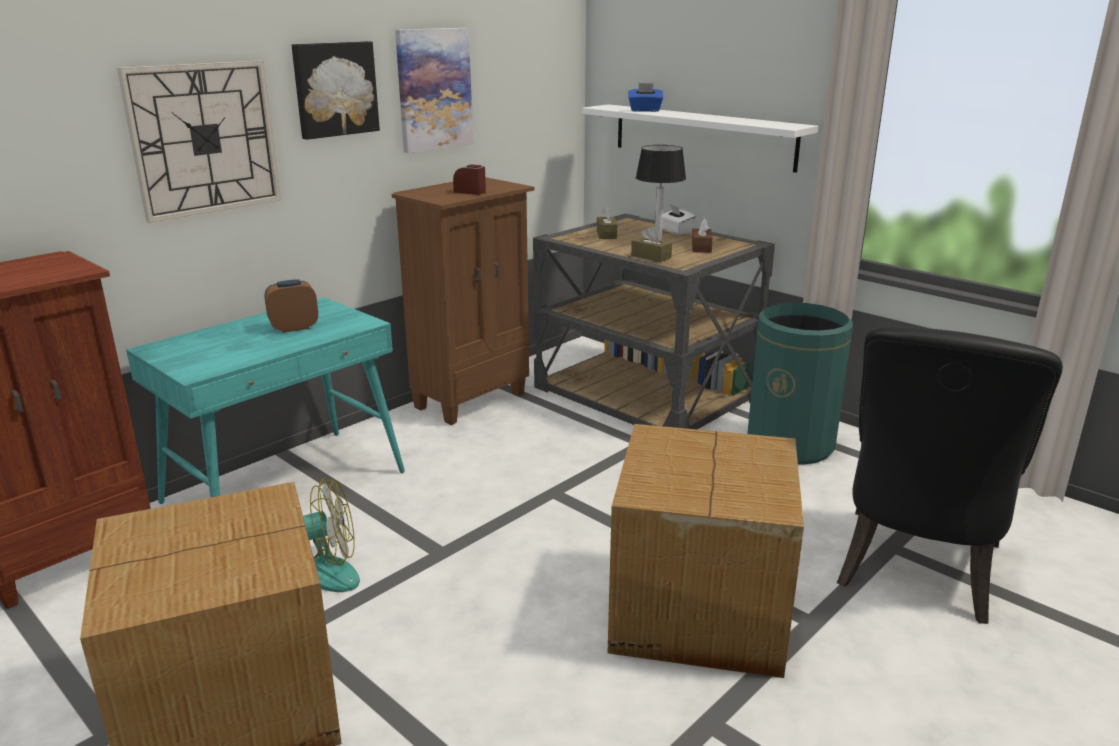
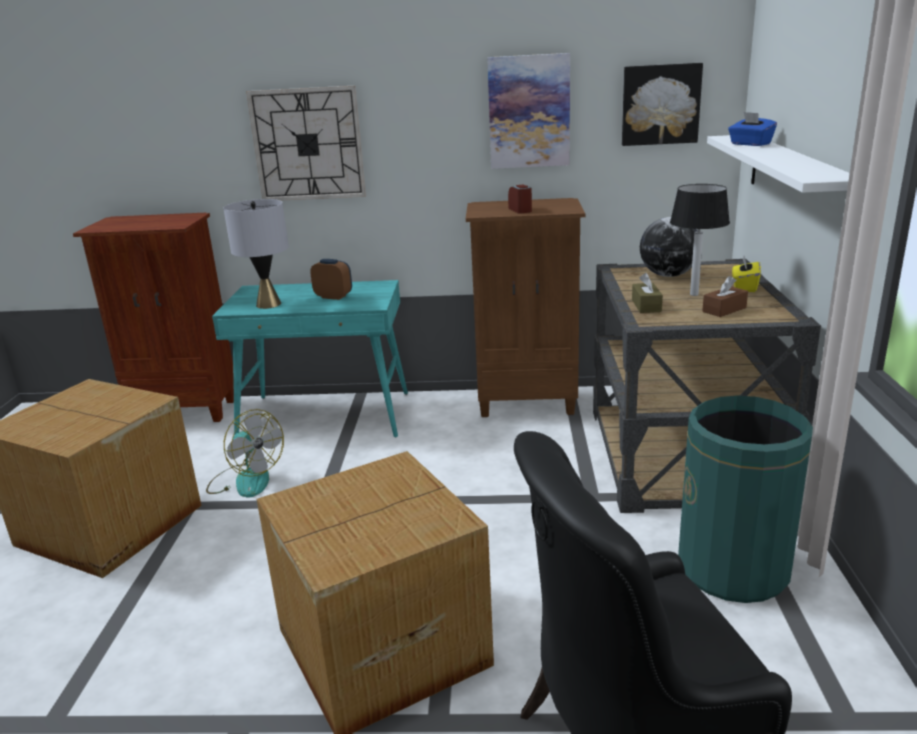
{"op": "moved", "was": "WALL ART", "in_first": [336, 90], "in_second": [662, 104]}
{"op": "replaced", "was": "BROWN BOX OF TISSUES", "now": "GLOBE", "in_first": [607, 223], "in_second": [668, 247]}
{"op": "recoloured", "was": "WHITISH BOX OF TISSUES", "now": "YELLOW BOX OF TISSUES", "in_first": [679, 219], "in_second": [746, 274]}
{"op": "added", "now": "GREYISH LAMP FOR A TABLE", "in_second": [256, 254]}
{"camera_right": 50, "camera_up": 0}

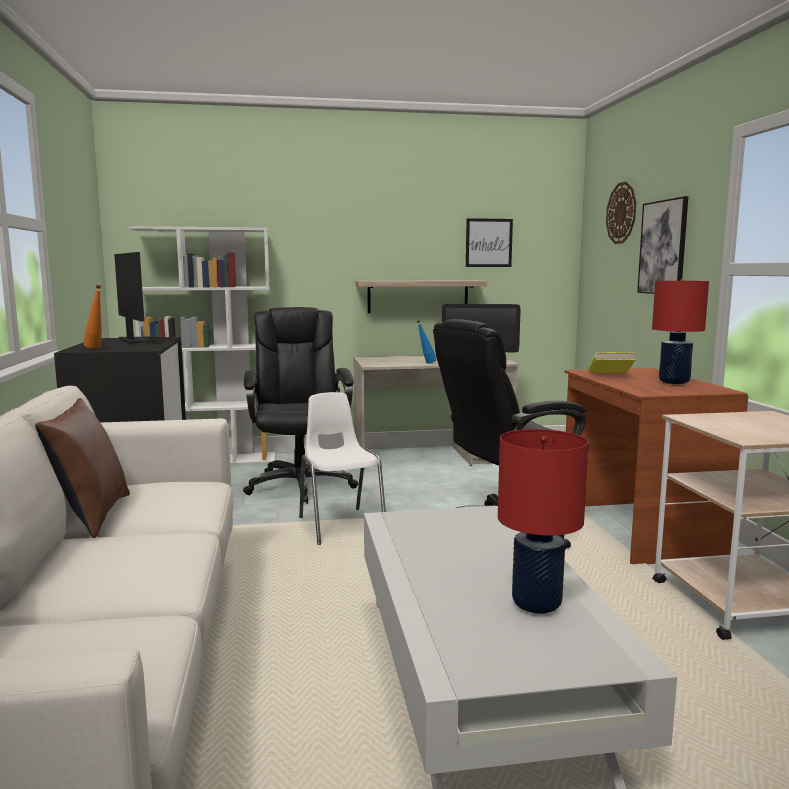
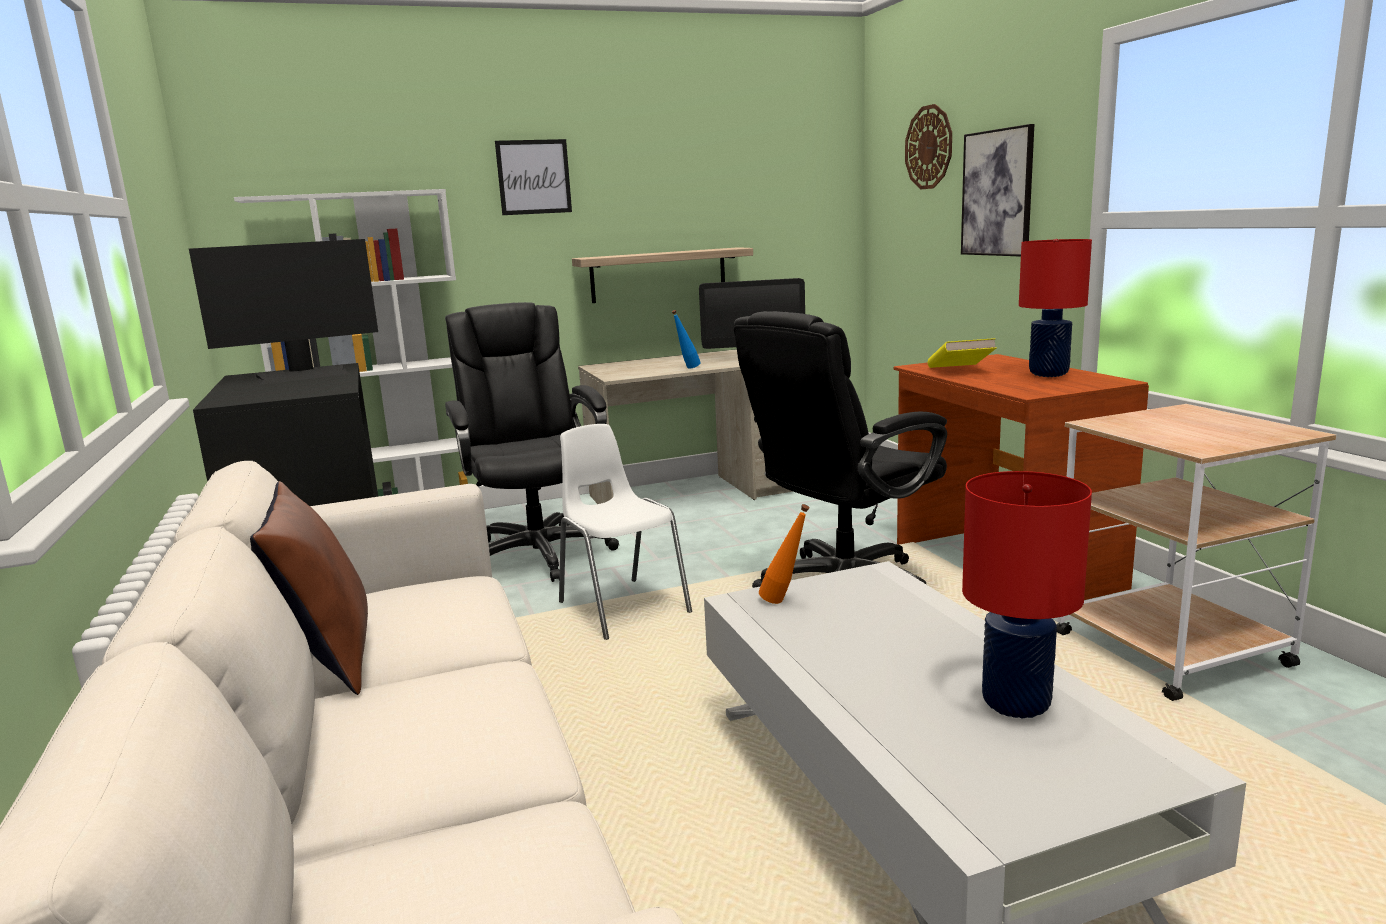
{"op": "moved", "was": "ORANGE-COLOURED BOTTLE", "in_first": [93, 316], "in_second": [784, 554]}
{"op": "turned", "was": "COMPUTER DISPLAY", "in_first": [139, 298], "in_second": [283, 312], "clockwise": 105}
{"op": "moved", "was": "WALL ART", "in_first": [489, 242], "in_second": [533, 177]}
{"camera_right": -10, "camera_up": 5}

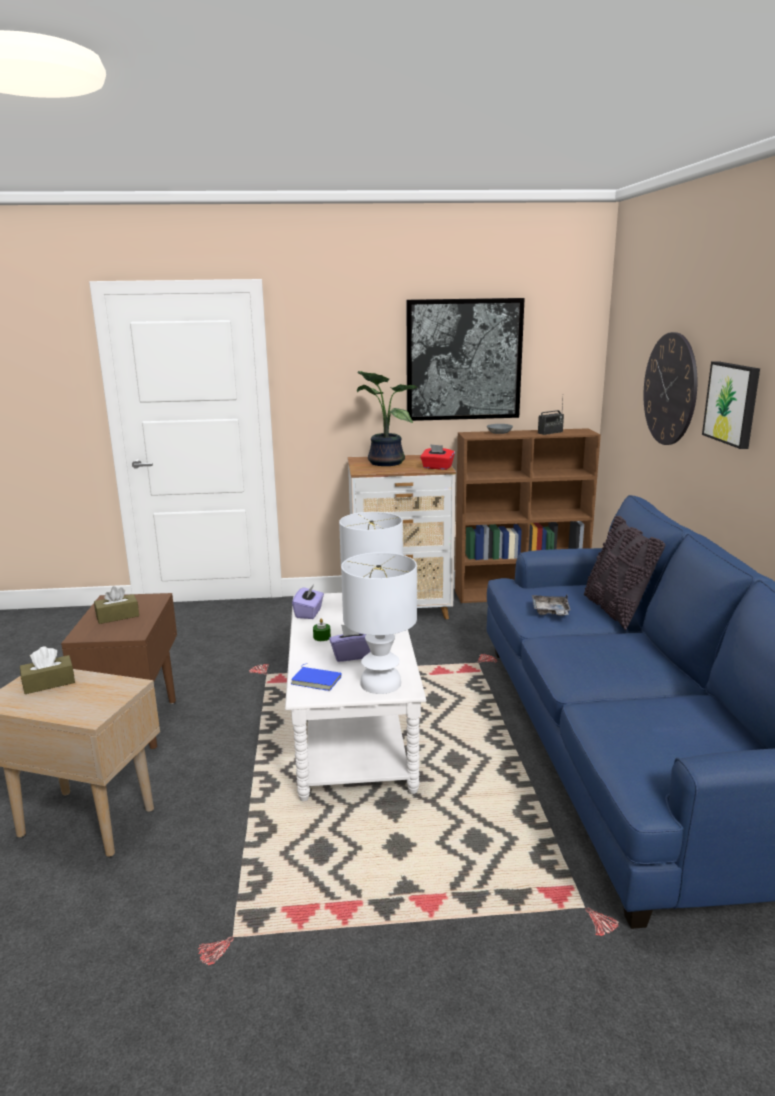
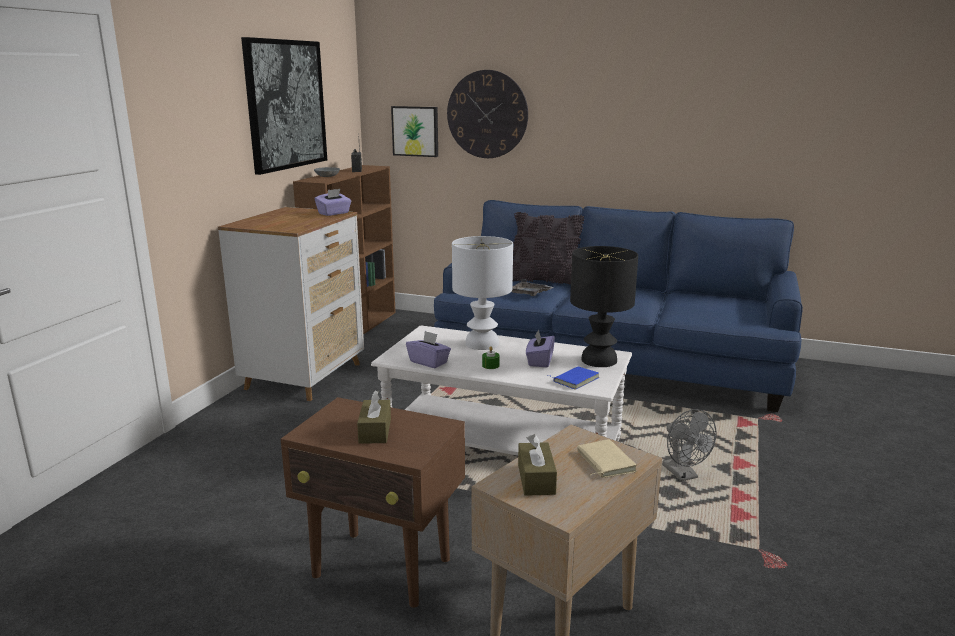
{"op": "recoloured", "was": "WHITISH LAMP FOR A TABLE", "now": "BLACK-COLOURED LAMP FOR A TABLE", "in_first": [379, 623], "in_second": [604, 306]}
{"op": "removed", "was": "PLANT IN A POT", "in_first": [387, 418]}
{"op": "recoloured", "was": "RED-COLOURED BOX OF TISSUES", "now": "PURPLE BOX OF TISSUES", "in_first": [437, 457], "in_second": [332, 202]}
{"op": "moved", "was": "WALL ART", "in_first": [731, 405], "in_second": [414, 131]}
{"op": "added", "now": "SAND-COLOURED BOOK", "in_second": [606, 458]}
{"op": "added", "now": "GREYISH ELECTRIC FAN", "in_second": [689, 445]}
{"camera_right": -65, "camera_up": 0}

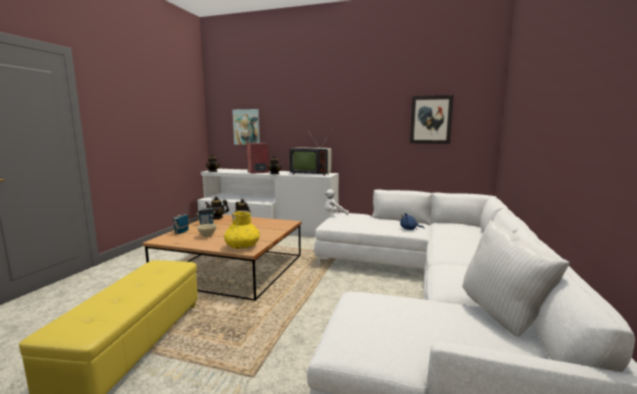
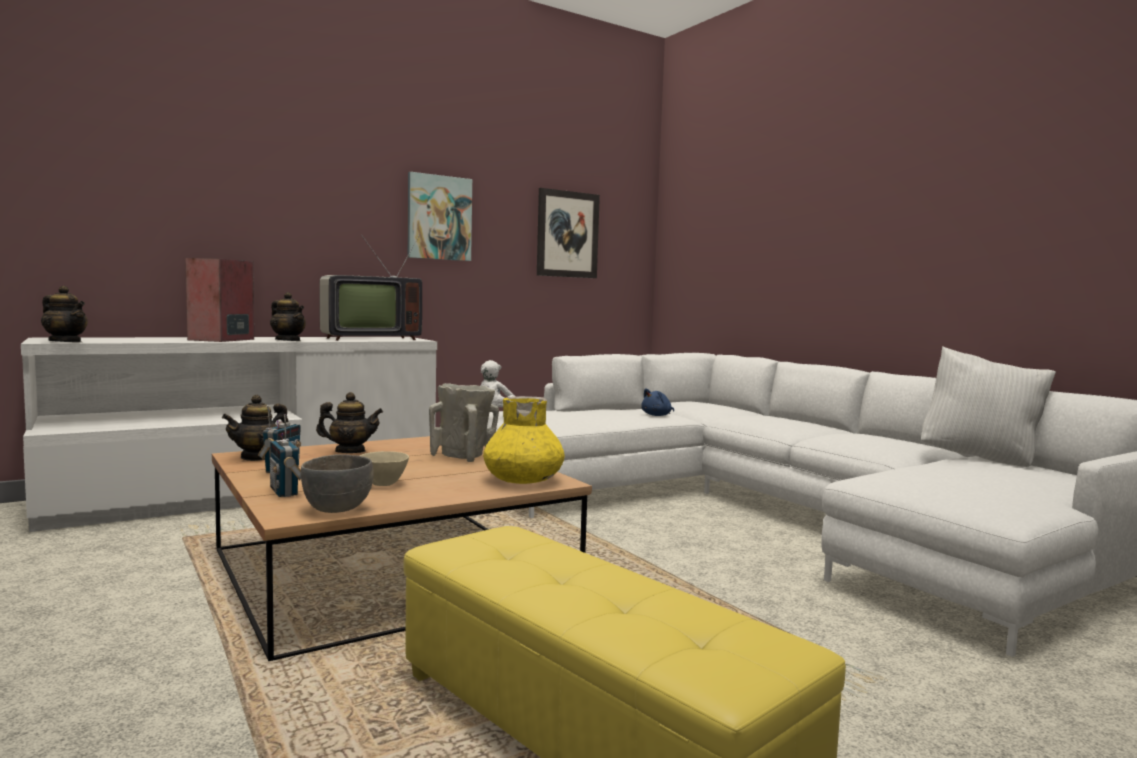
{"op": "moved", "was": "WALL ART", "in_first": [246, 127], "in_second": [440, 216]}
{"op": "added", "now": "GREYISH SERVING BOWL", "in_second": [337, 483]}
{"op": "added", "now": "SAND-COLOURED DECORATIVE VASE", "in_second": [464, 422]}
{"camera_right": -50, "camera_up": -5}

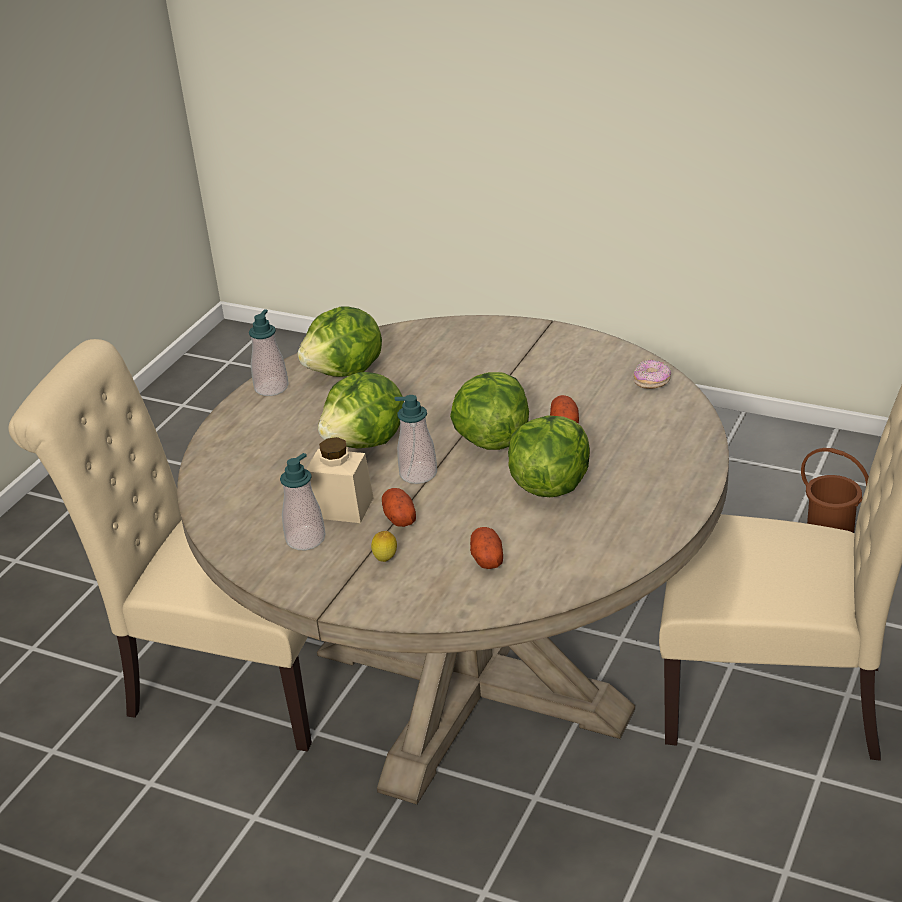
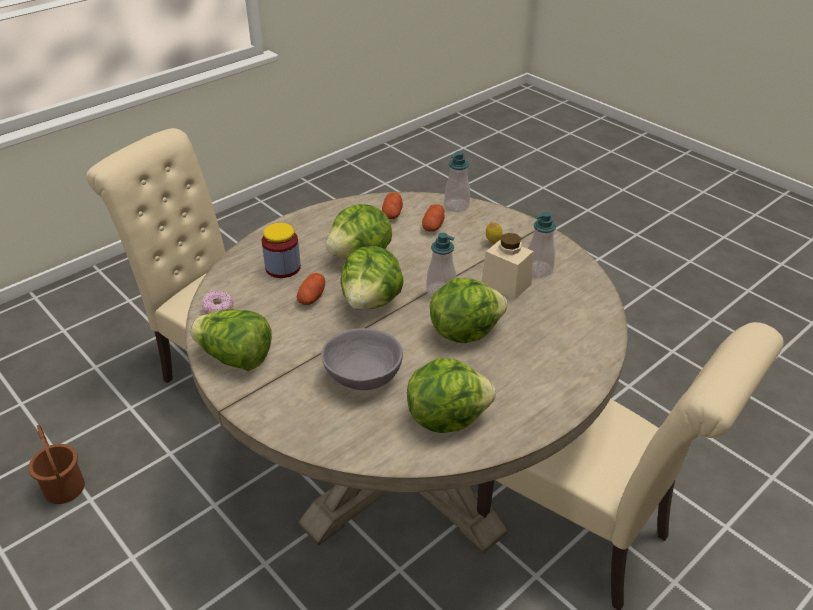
{"op": "moved", "was": "SOAP BOTTLE", "in_first": [269, 353], "in_second": [457, 181]}
{"op": "moved", "was": "WHOLE POTATO", "in_first": [399, 507], "in_second": [392, 205]}
{"op": "added", "now": "LETTUCE HEAD", "in_second": [231, 340]}
{"op": "added", "now": "JAR", "in_second": [281, 250]}
{"op": "added", "now": "GREYISH SERVING BOWL", "in_second": [362, 359]}
{"camera_right": -160, "camera_up": 5}

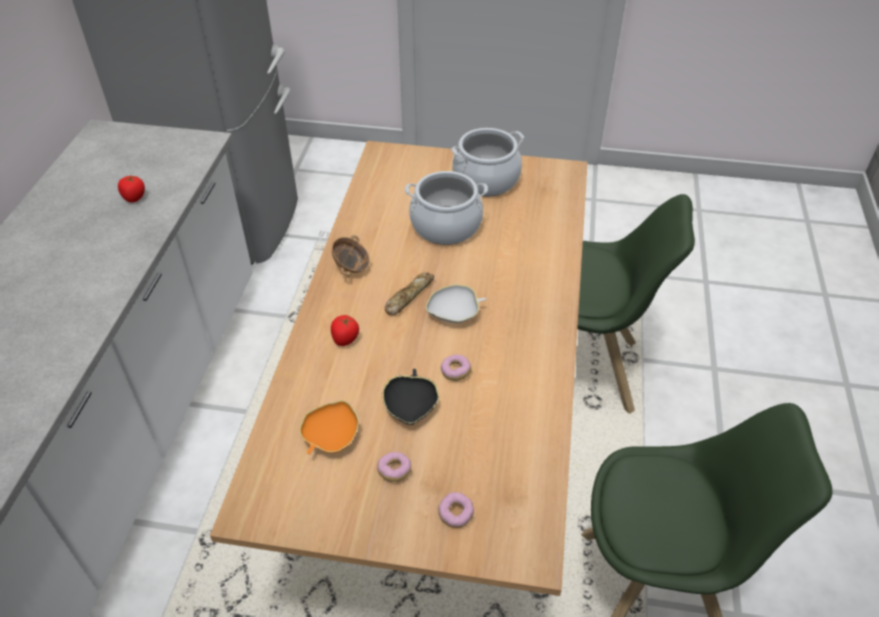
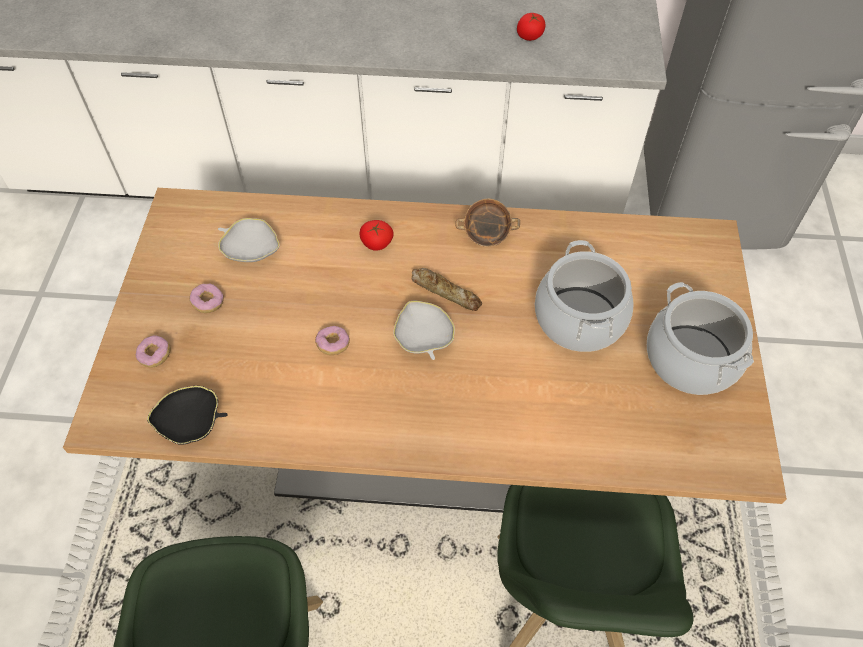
{"op": "recoloured", "was": "ORANGE-COLOURED SERVING BOWL", "now": "WHITISH SERVING BOWL", "in_first": [329, 427], "in_second": [249, 240]}
{"op": "moved", "was": "BLACK-COLOURED SERVING BOWL", "in_first": [411, 397], "in_second": [187, 415]}
{"camera_right": 85, "camera_up": 10}

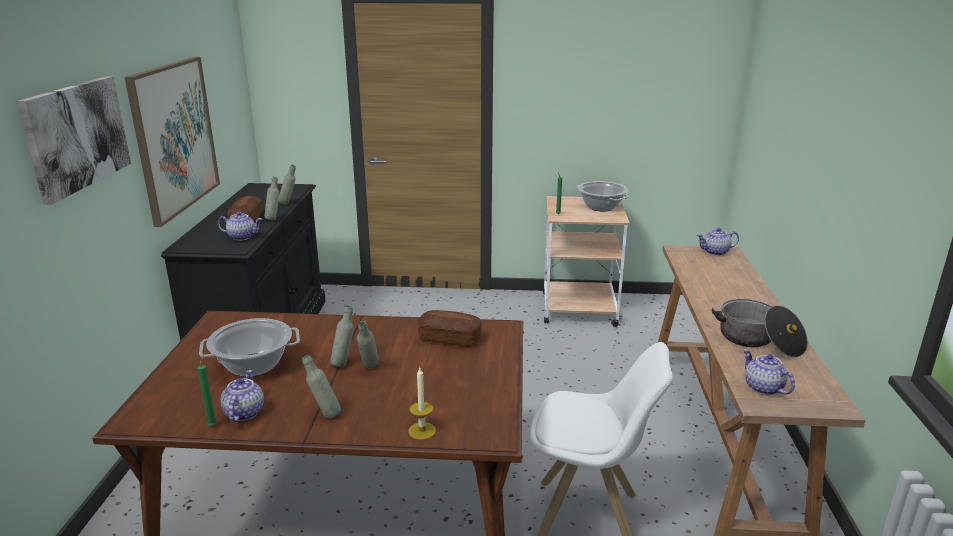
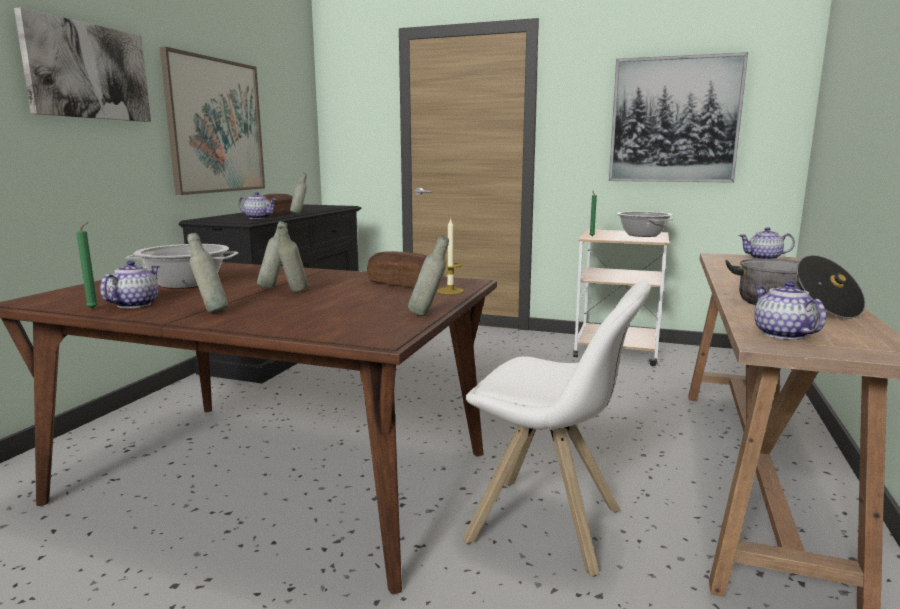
{"op": "moved", "was": "GREYISH BOTTLE", "in_first": [287, 185], "in_second": [428, 275]}
{"op": "moved", "was": "WAX LIGHT", "in_first": [422, 404], "in_second": [450, 256]}
{"op": "added", "now": "WALL ART", "in_second": [678, 117]}
{"camera_right": 15, "camera_up": -10}

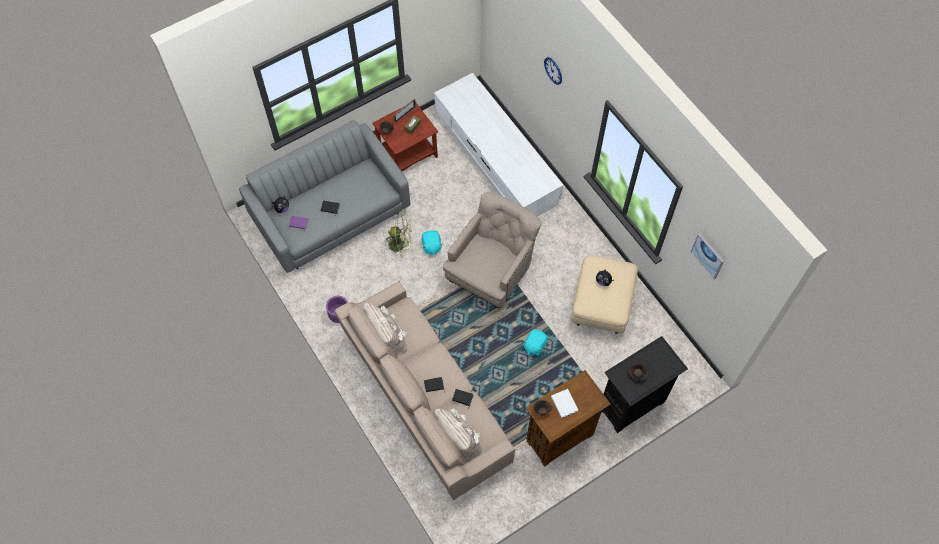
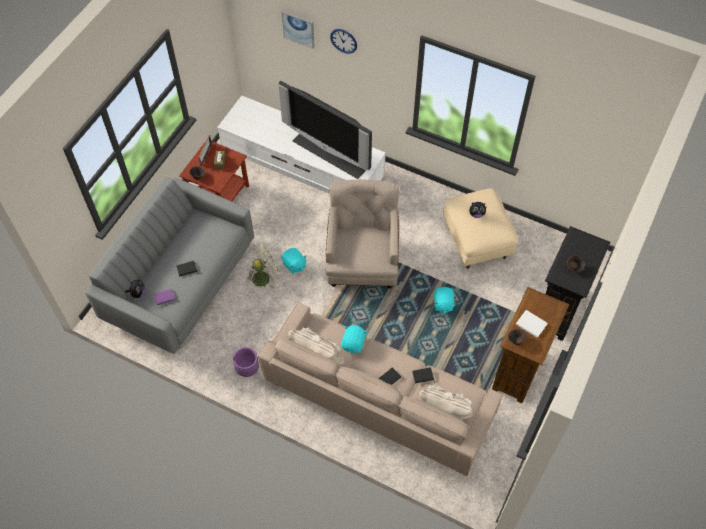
{"op": "moved", "was": "WALL ART", "in_first": [707, 256], "in_second": [298, 30]}
{"op": "added", "now": "TELEVISION", "in_second": [325, 130]}
{"op": "added", "now": "BLUE-GREEN CUDDLY TOY", "in_second": [354, 339]}
{"camera_right": -30, "camera_up": -5}

